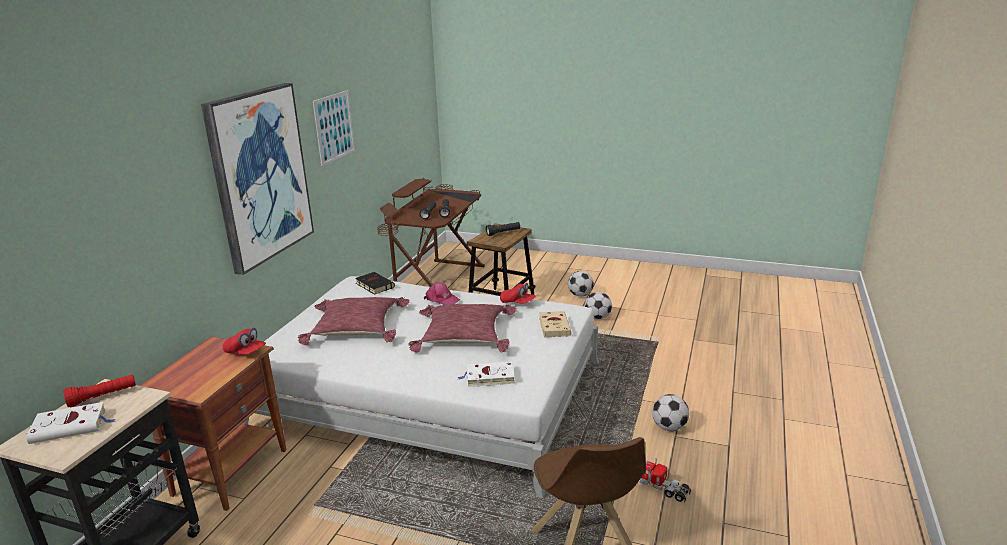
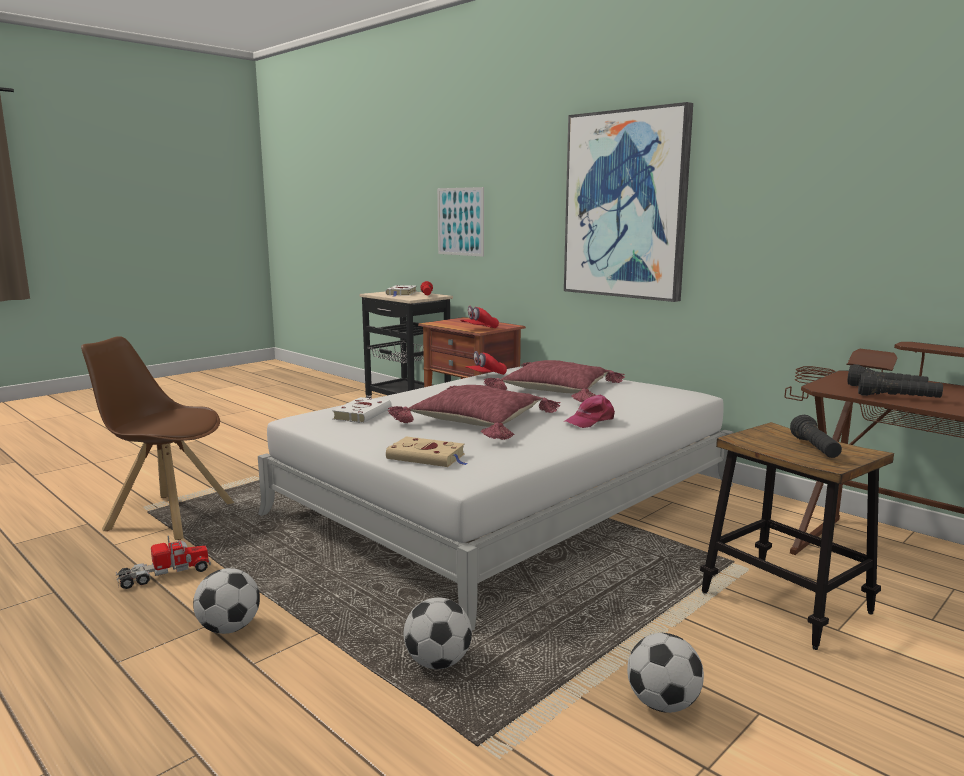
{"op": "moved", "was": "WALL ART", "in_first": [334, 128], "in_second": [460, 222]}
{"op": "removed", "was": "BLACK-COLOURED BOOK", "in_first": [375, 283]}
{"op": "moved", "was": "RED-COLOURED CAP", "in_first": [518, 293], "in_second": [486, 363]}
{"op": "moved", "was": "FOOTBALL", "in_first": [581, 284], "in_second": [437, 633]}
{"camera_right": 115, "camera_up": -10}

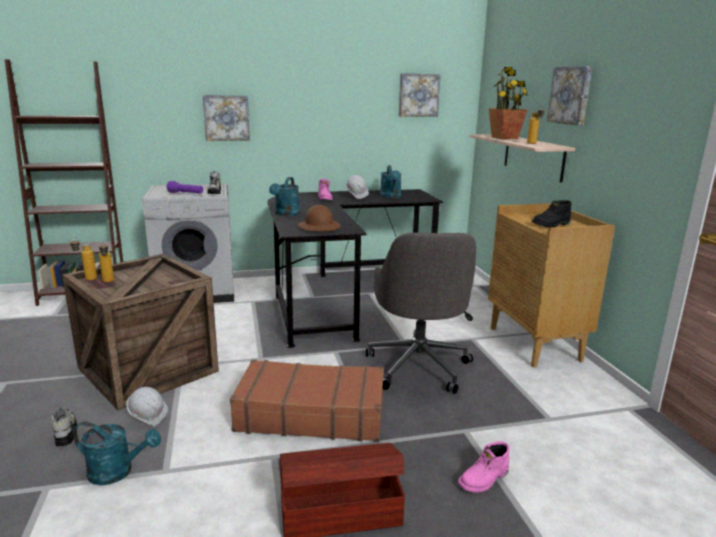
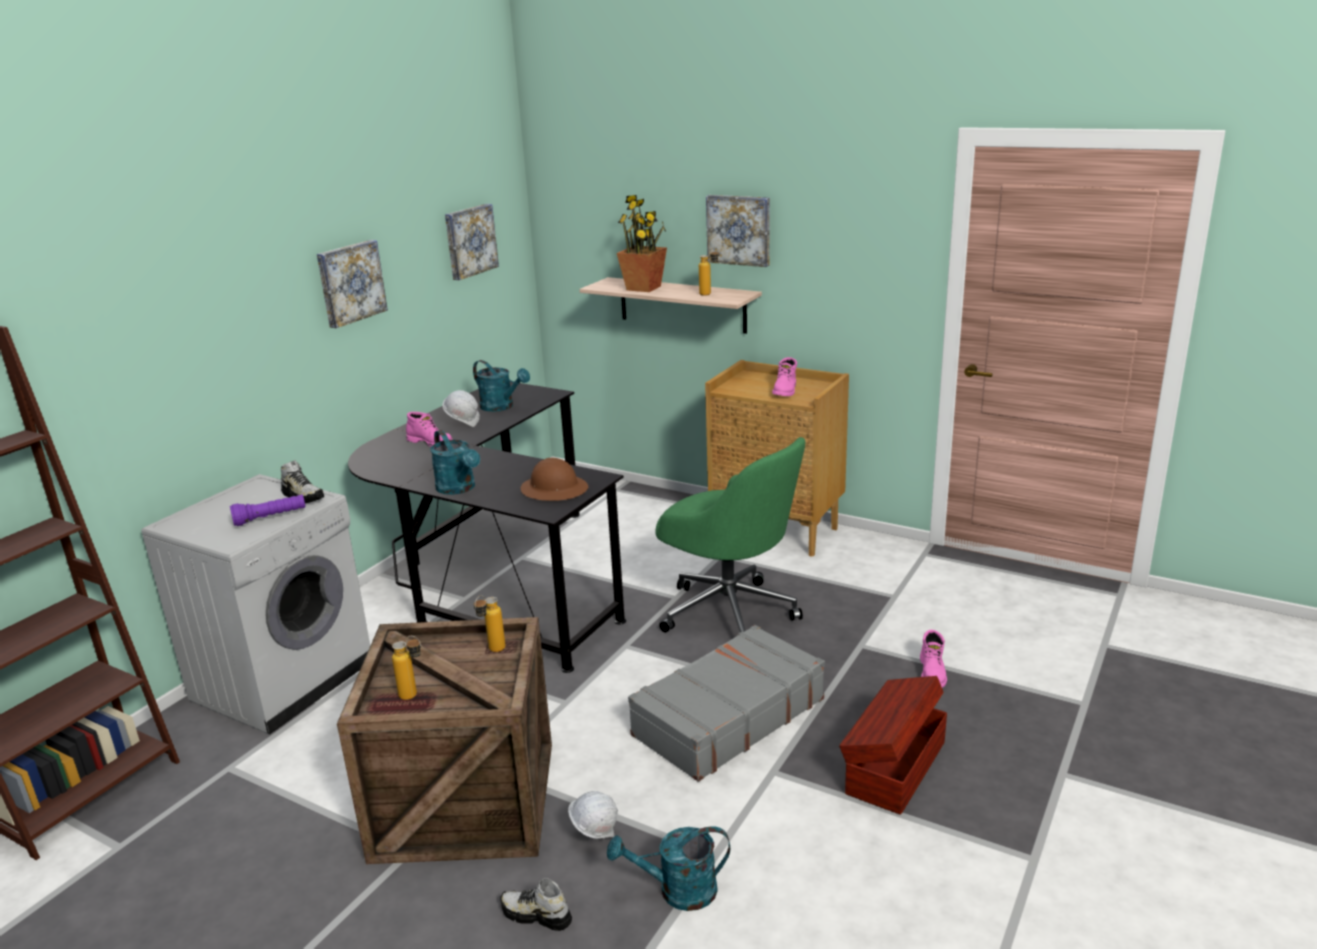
{"op": "moved", "was": "BOTTLE", "in_first": [83, 259], "in_second": [489, 623]}
{"op": "turned", "was": "BLUE-GREEN WATERING POT", "in_first": [117, 453], "in_second": [668, 868], "clockwise": -150}
{"op": "moved", "was": "WALL ART", "in_first": [226, 118], "in_second": [352, 284]}
{"op": "recoloured", "was": "BROWN TRAVEL CASE", "now": "GREYISH TRAVEL CASE", "in_first": [307, 401], "in_second": [726, 703]}
{"op": "recoloured", "was": "GREYISH DESK CHAIR", "now": "GREEN DESK CHAIR", "in_first": [421, 313], "in_second": [730, 535]}
{"op": "recoloured", "was": "BLACK-COLOURED BOOT", "now": "PINK-COLOURED BOOT", "in_first": [552, 214], "in_second": [784, 376]}
{"camera_right": -45, "camera_up": 5}

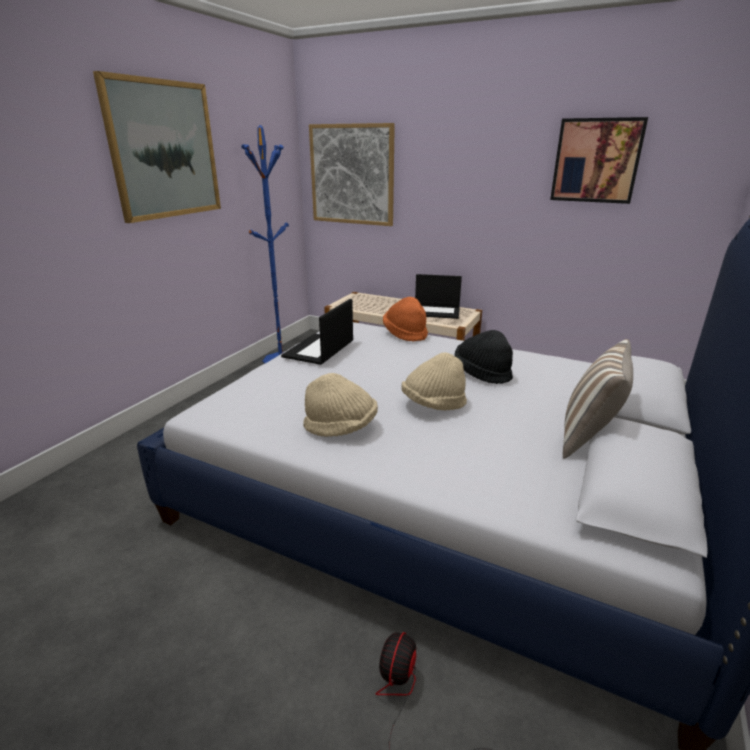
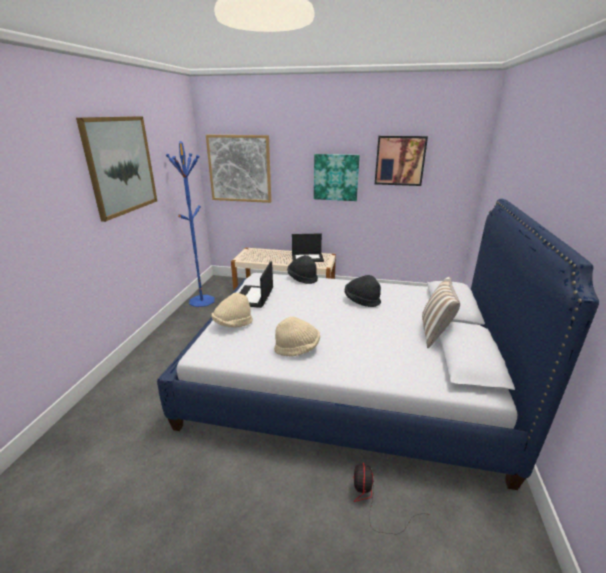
{"op": "recoloured", "was": "ORANGE-COLOURED HAT", "now": "BLACK-COLOURED HAT", "in_first": [405, 319], "in_second": [302, 269]}
{"op": "moved", "was": "SAND-COLOURED HAT", "in_first": [434, 381], "in_second": [232, 310]}
{"op": "added", "now": "WALL ART", "in_second": [337, 177]}
{"camera_right": -15, "camera_up": 0}

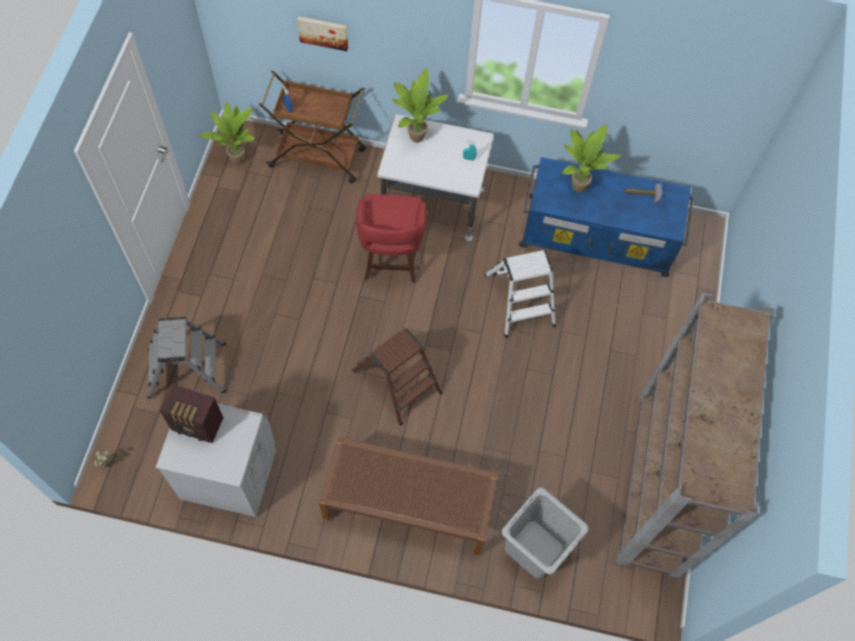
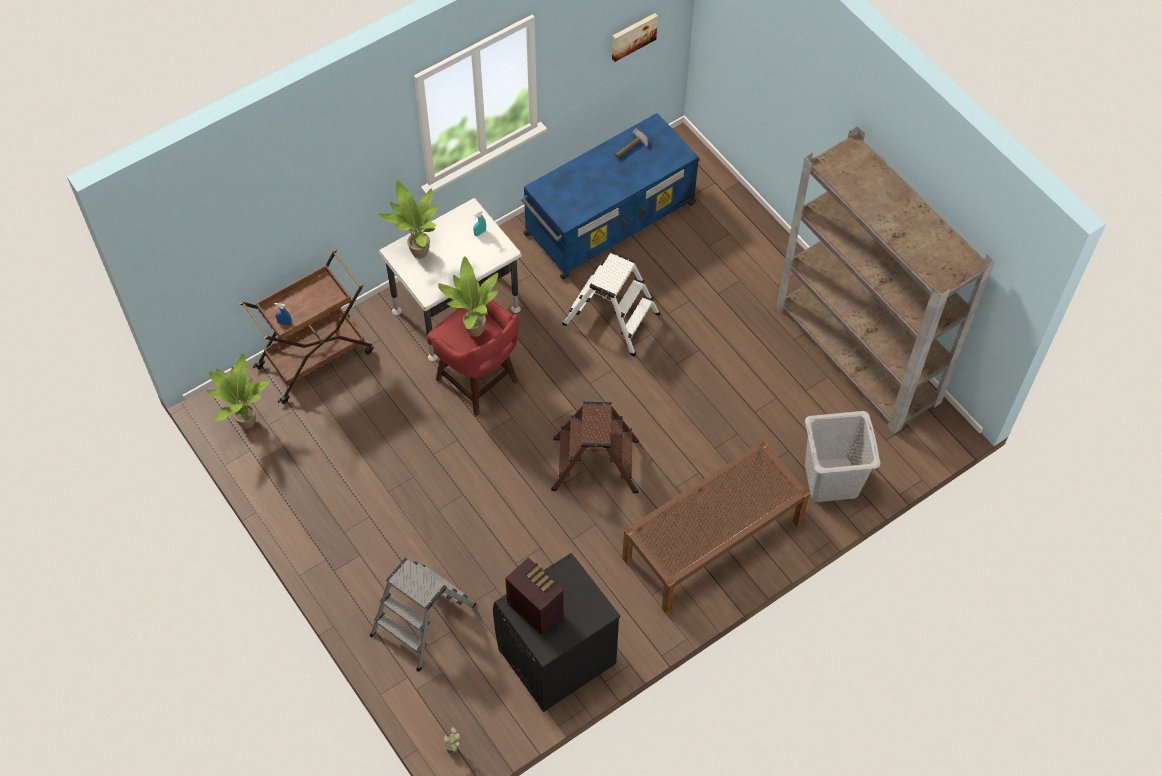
{"op": "recoloured", "was": "WHITISH WASHING MACHINE", "now": "BLACK-COLOURED WASHING MACHINE", "in_first": [216, 460], "in_second": [556, 632]}
{"op": "turned", "was": "RADIO SET", "in_first": [191, 413], "in_second": [534, 596], "clockwise": -105}
{"op": "moved", "was": "WALL ART", "in_first": [322, 33], "in_second": [635, 37]}
{"op": "moved", "was": "PLANT IN A POT", "in_first": [591, 158], "in_second": [468, 296]}
{"camera_right": -45, "camera_up": -5}

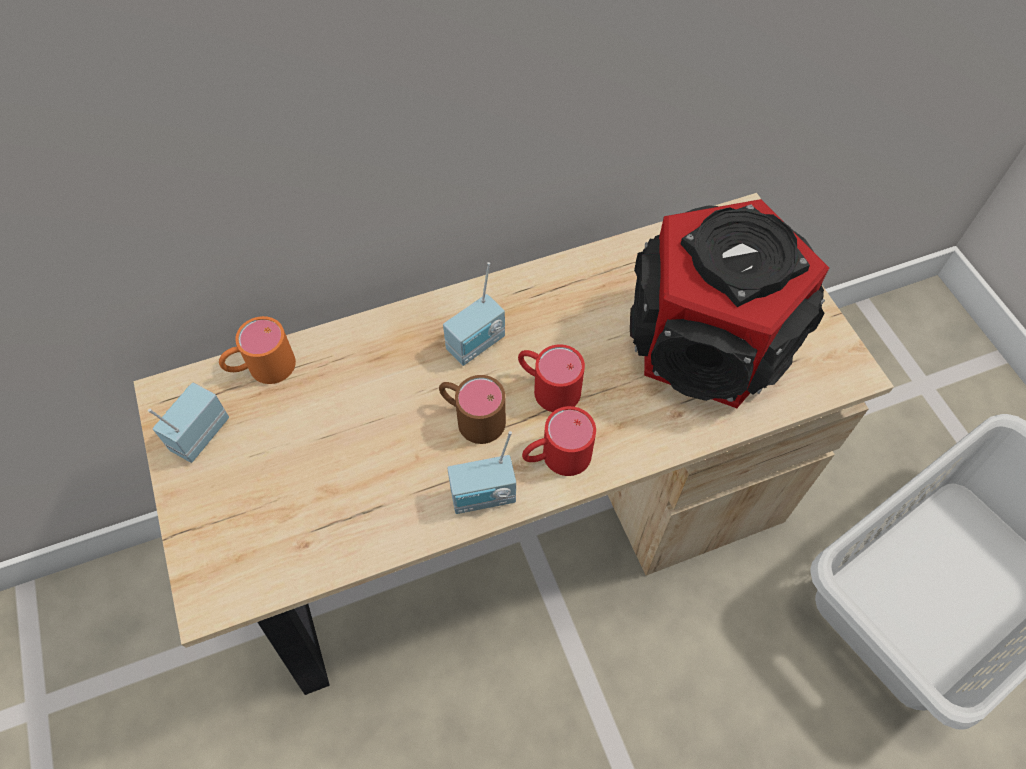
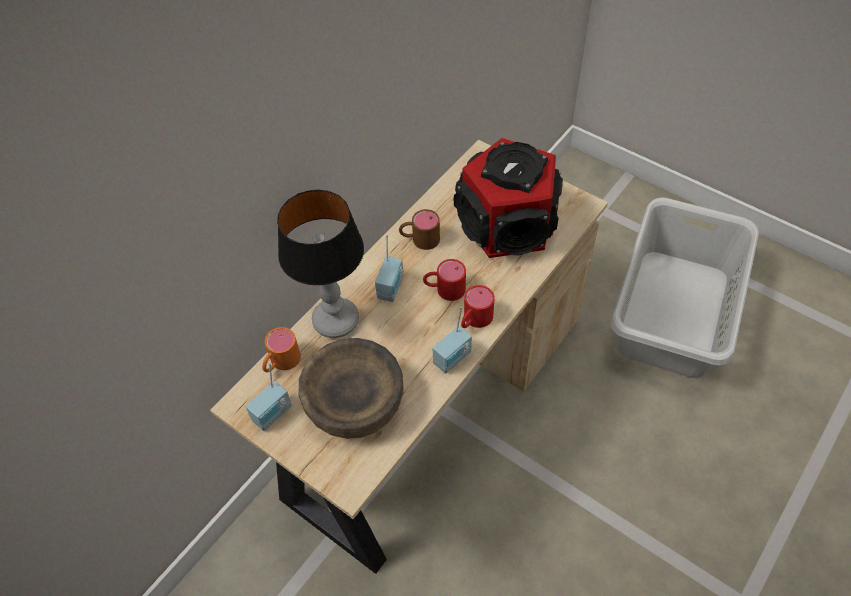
{"op": "turned", "was": "RADIO SET", "in_first": [188, 423], "in_second": [268, 397], "clockwise": -135}
{"op": "moved", "was": "BROWN MUG", "in_first": [472, 409], "in_second": [419, 229]}
{"op": "added", "now": "LAMP FOR A TABLE", "in_second": [320, 264]}
{"op": "added", "now": "BROWN SERVING BOWL", "in_second": [351, 388]}
{"camera_right": -30, "camera_up": -5}

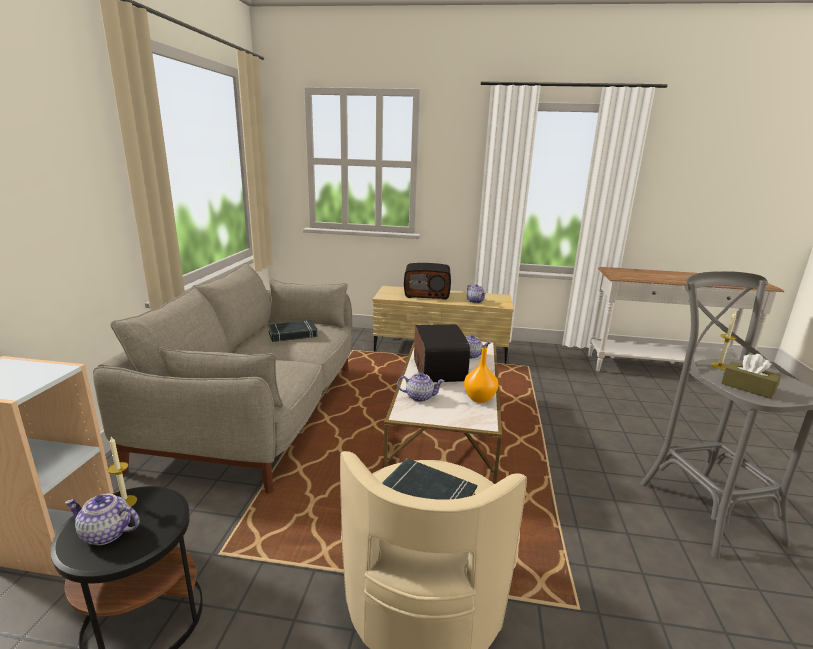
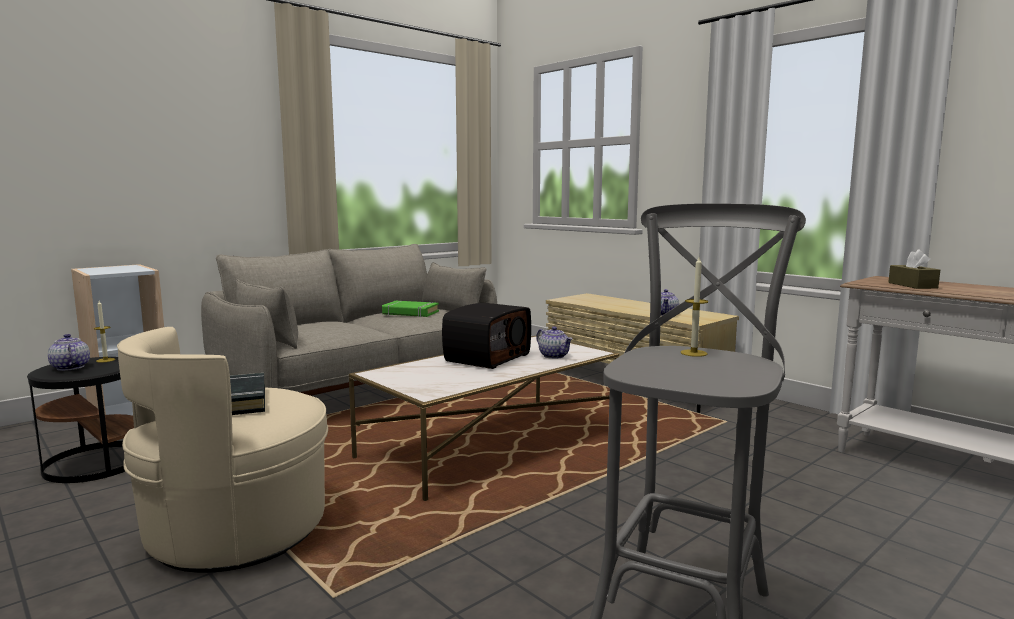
{"op": "recoloured", "was": "BLACK-COLOURED BOOK", "now": "GREEN BOOK", "in_first": [292, 331], "in_second": [410, 309]}
{"op": "removed", "was": "TEAPOT", "in_first": [420, 387]}
{"op": "removed", "was": "RADIO SET", "in_first": [427, 281]}
{"op": "removed", "was": "ORANGE-COLOURED DECORATIVE VASE", "in_first": [481, 375]}
{"op": "moved", "was": "BROWN BOX OF TISSUES", "in_first": [751, 376], "in_second": [914, 269]}
{"camera_right": 40, "camera_up": -10}

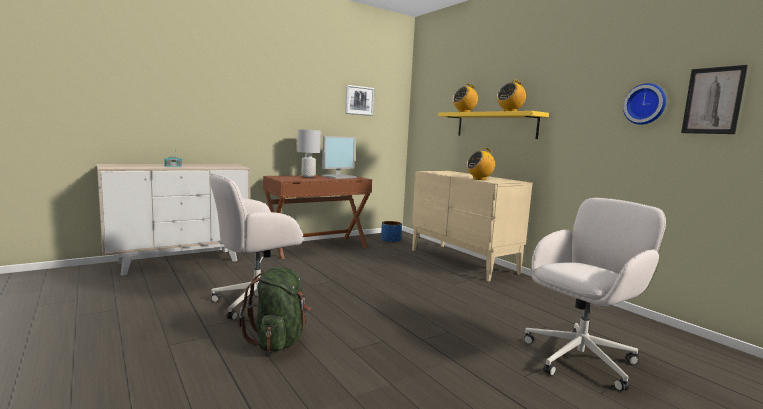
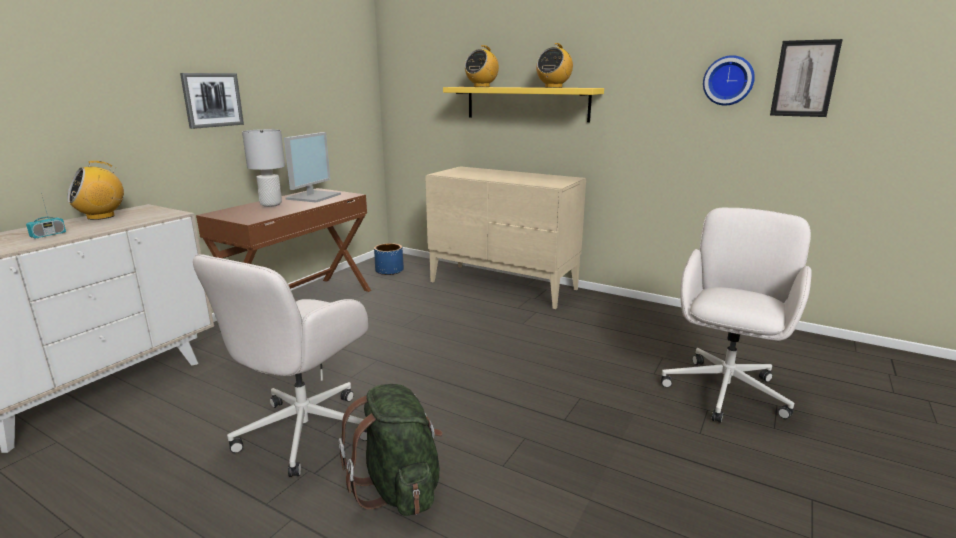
{"op": "moved", "was": "WALL ART", "in_first": [359, 100], "in_second": [212, 101]}
{"op": "moved", "was": "RADIO SET", "in_first": [481, 164], "in_second": [95, 190]}
{"camera_right": -25, "camera_up": 10}

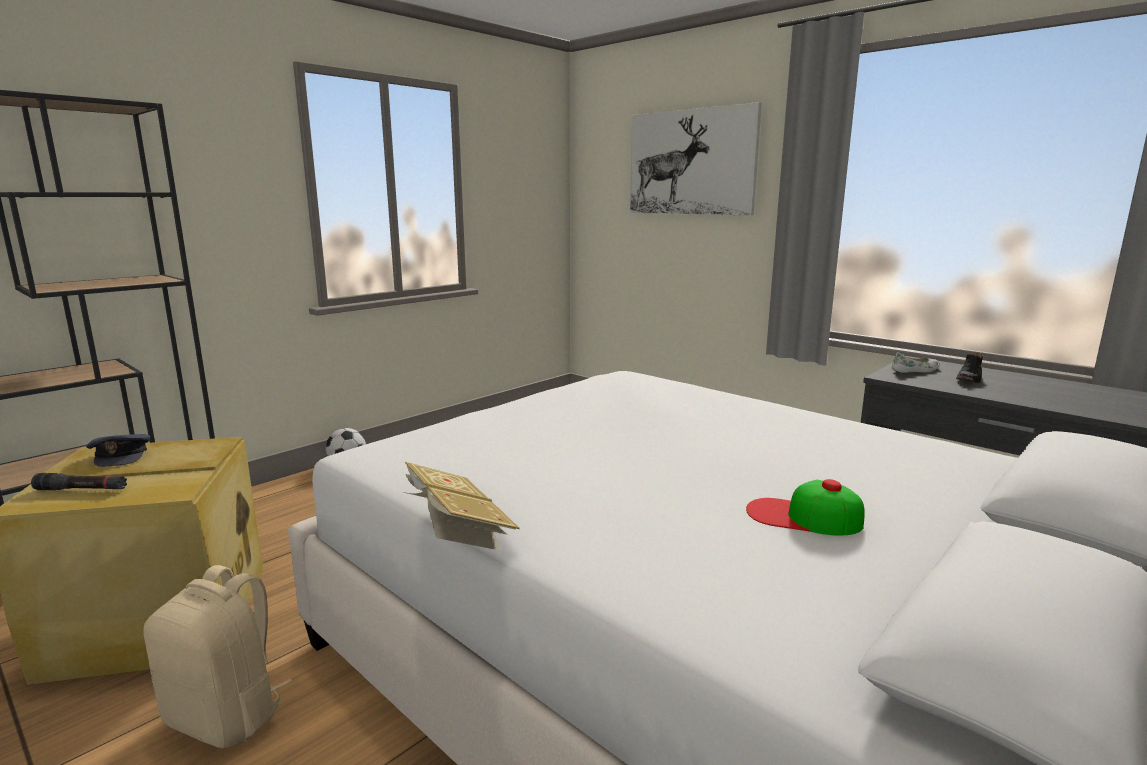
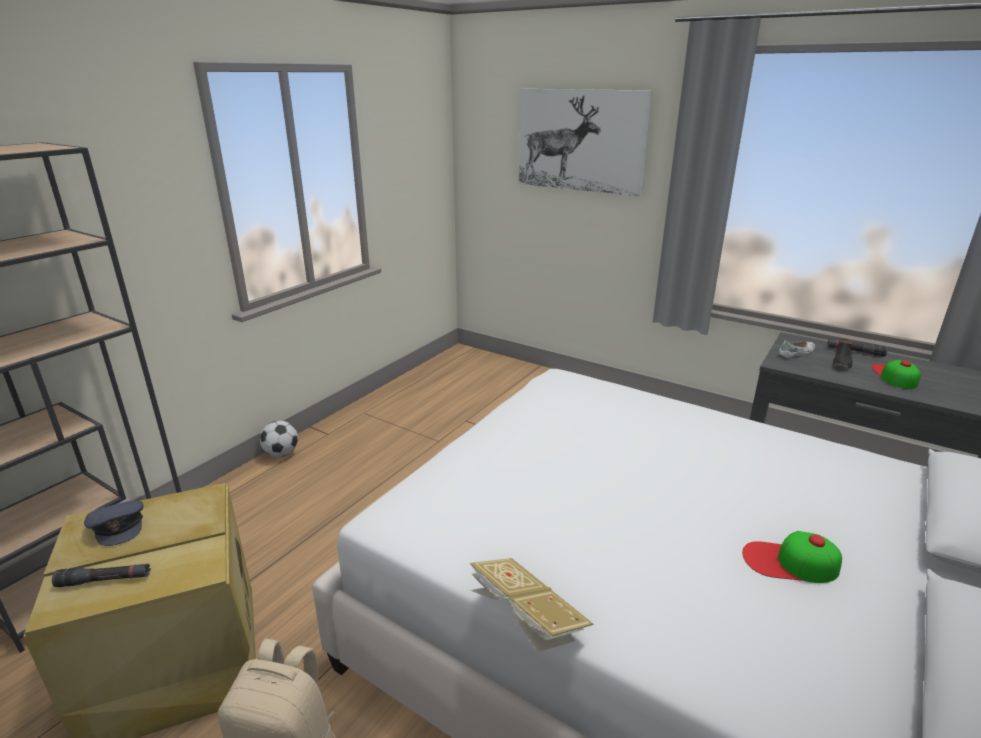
{"op": "added", "now": "BLACK-COLOURED TORCH", "in_second": [857, 348]}
{"op": "added", "now": "CAP", "in_second": [896, 374]}
{"camera_right": -10, "camera_up": 10}

